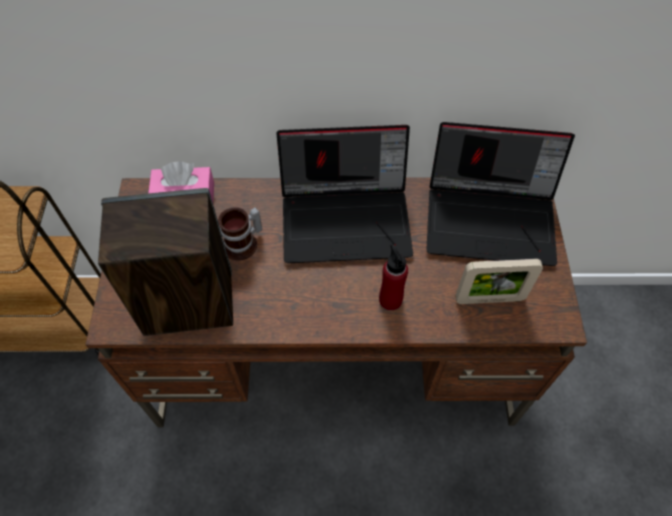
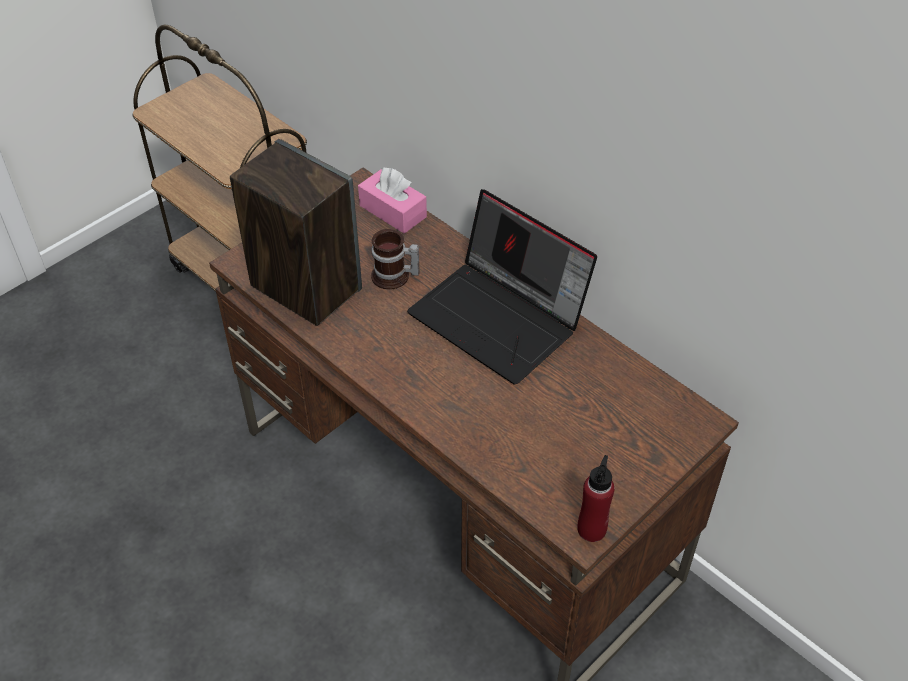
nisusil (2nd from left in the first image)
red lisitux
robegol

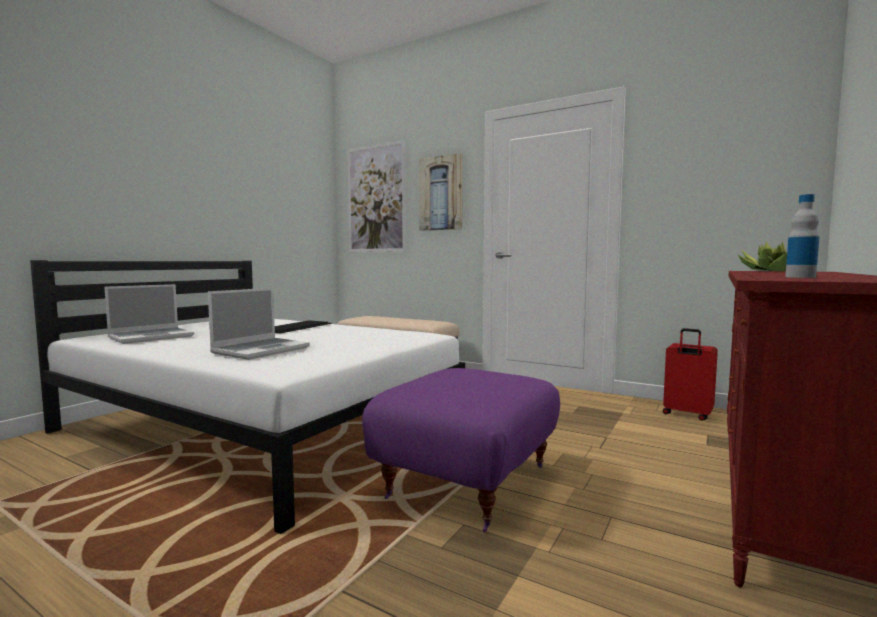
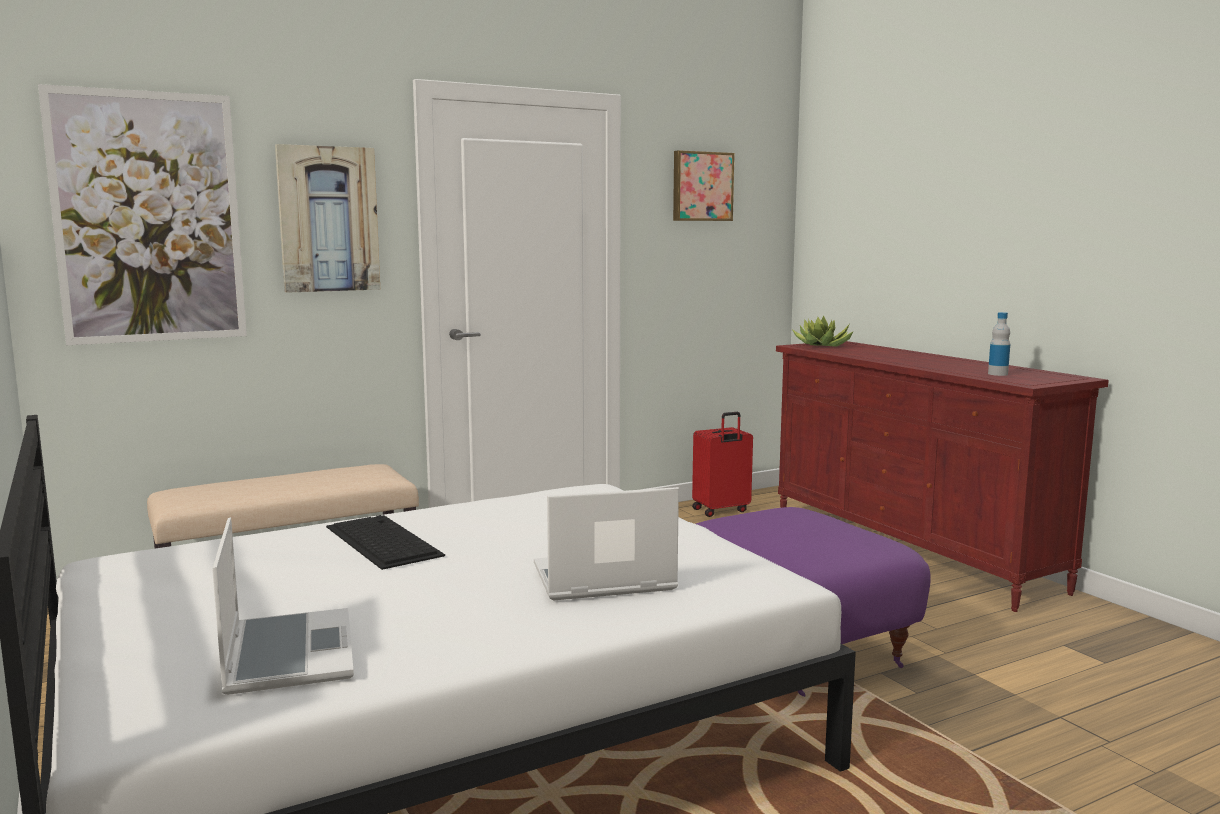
nisusil (2nd from left)
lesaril (3rd from left)

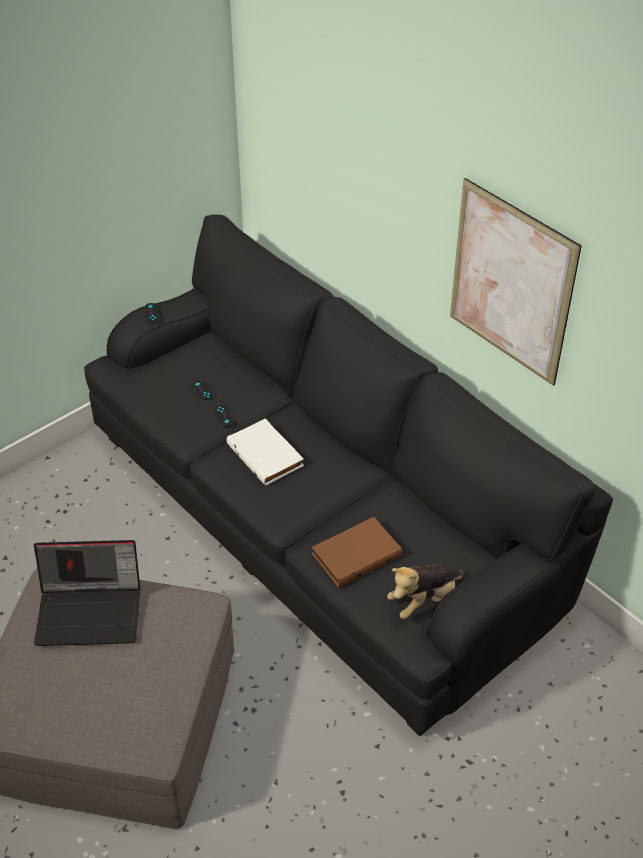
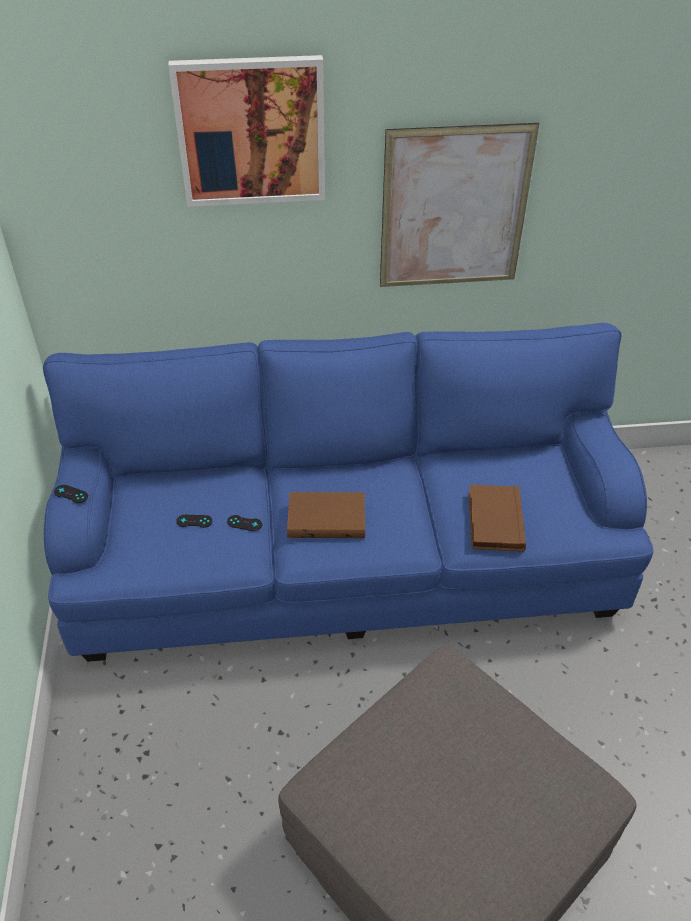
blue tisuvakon
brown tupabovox (1st from left)
nisusil
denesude
lesaril (1st from left)

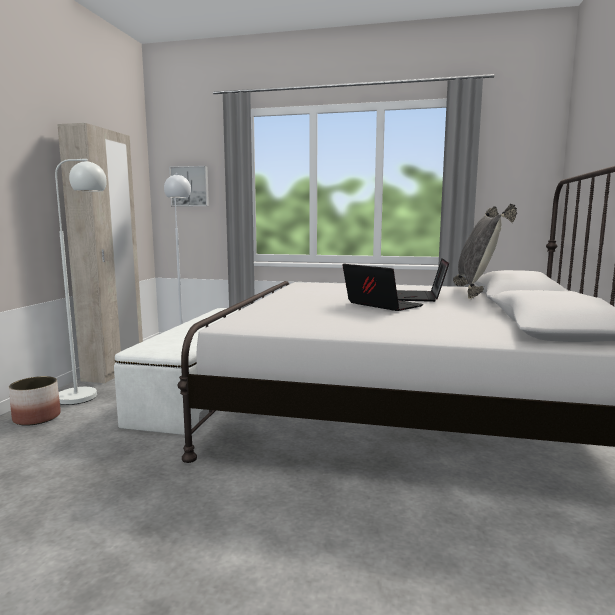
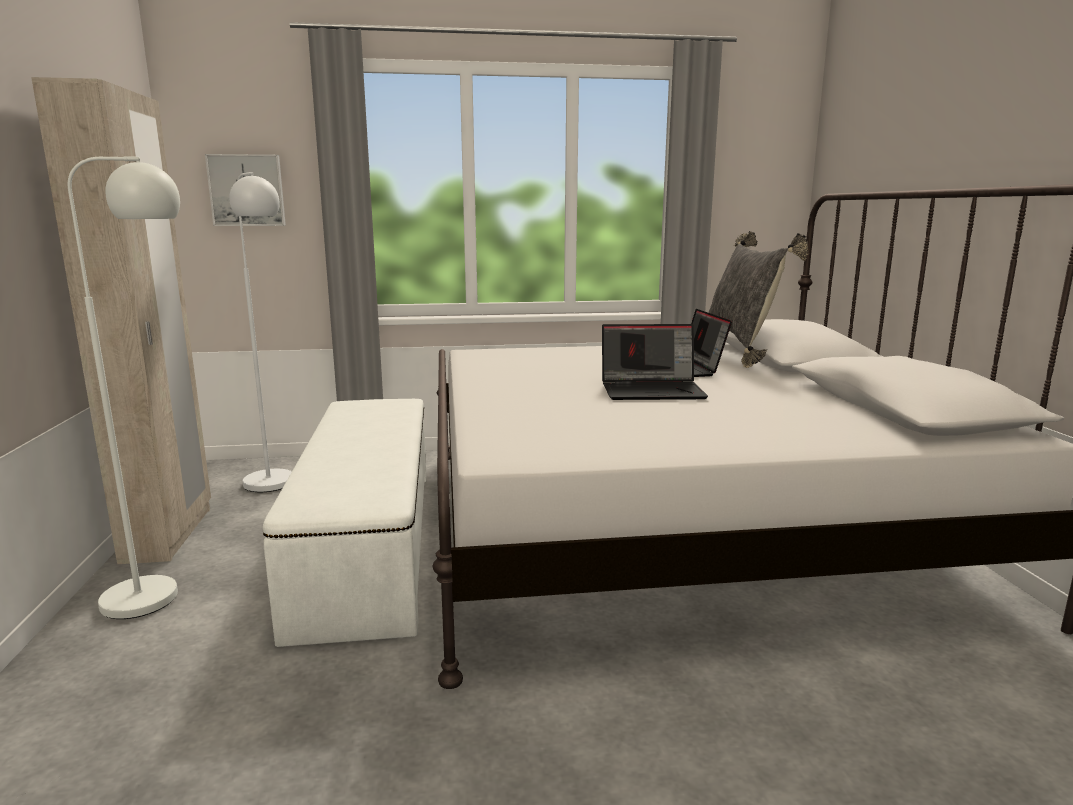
nisusil (1st from left)
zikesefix

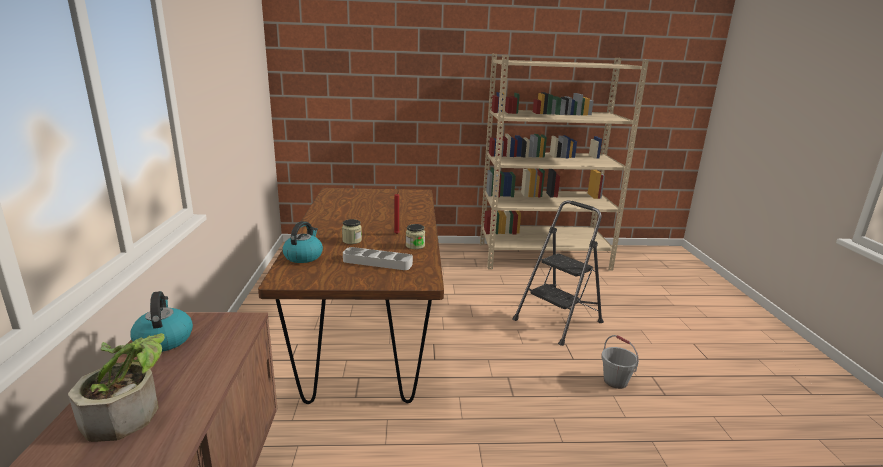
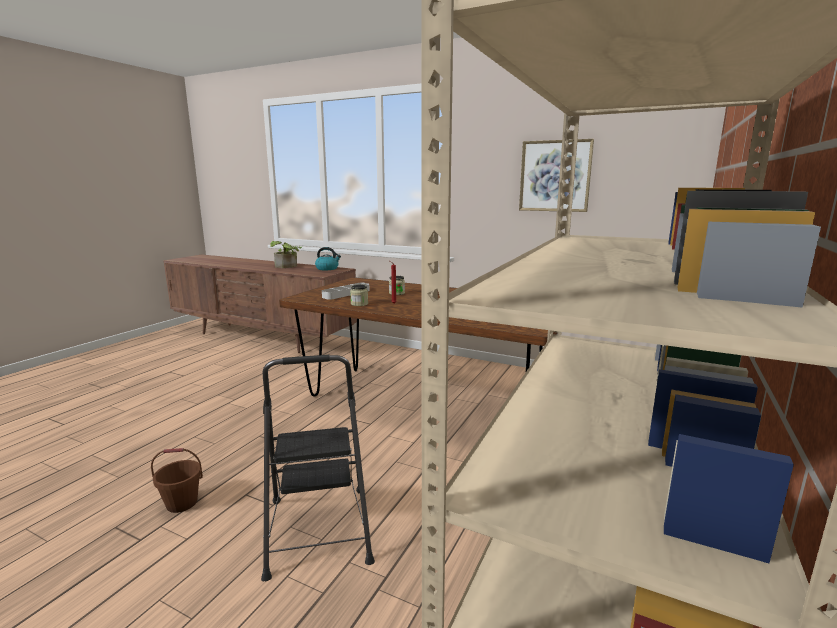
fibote (2nd from left in the first image)
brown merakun
lesaril

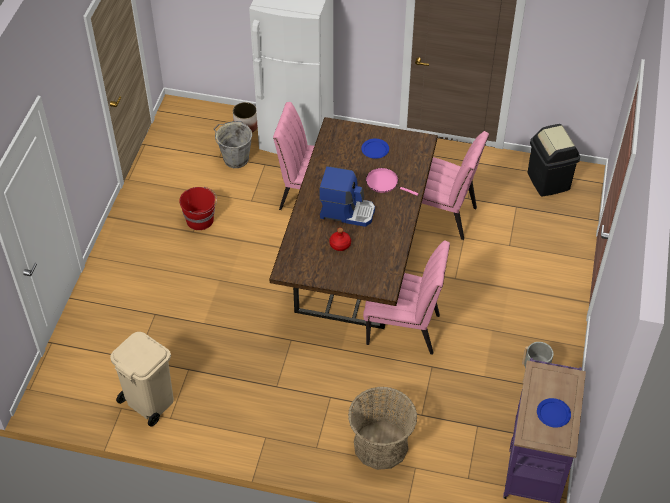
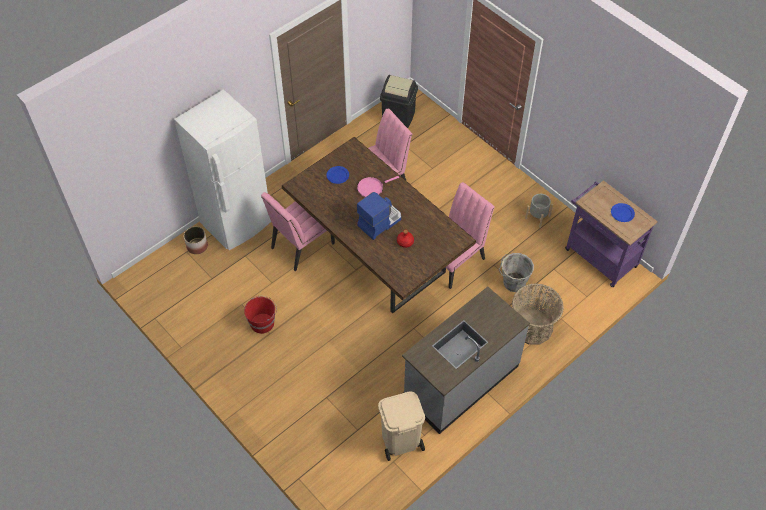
grey merakun
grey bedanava

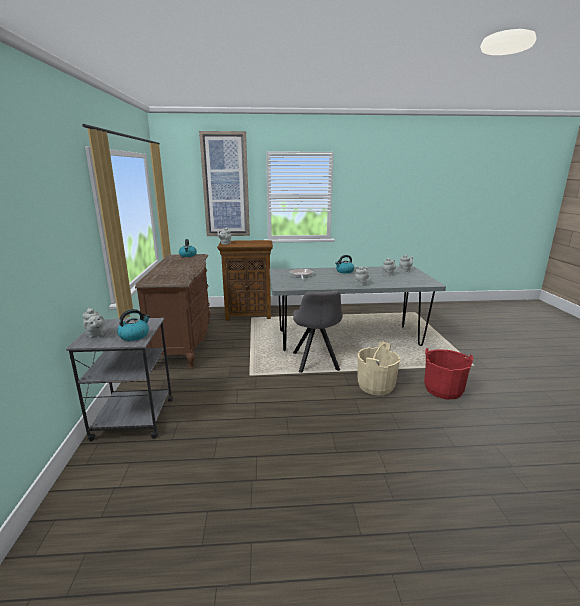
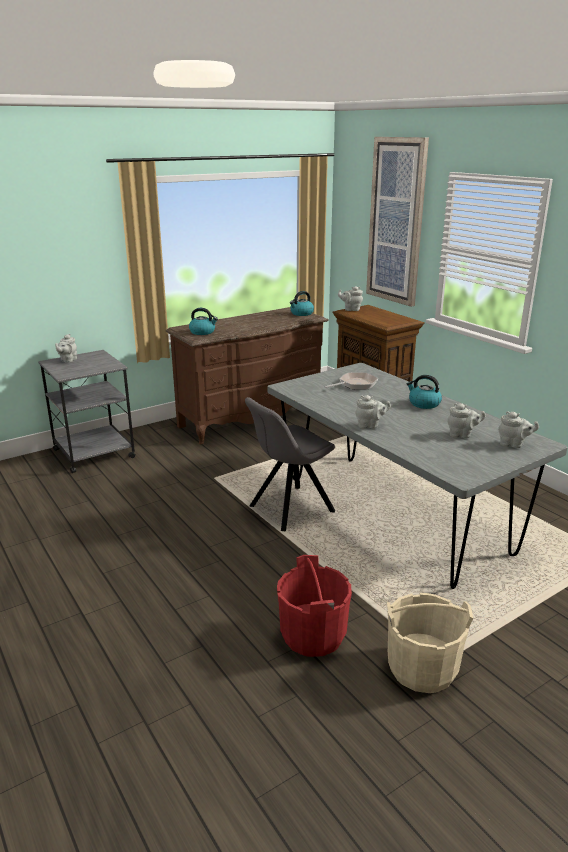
fibote (1st from left)
beige merakun

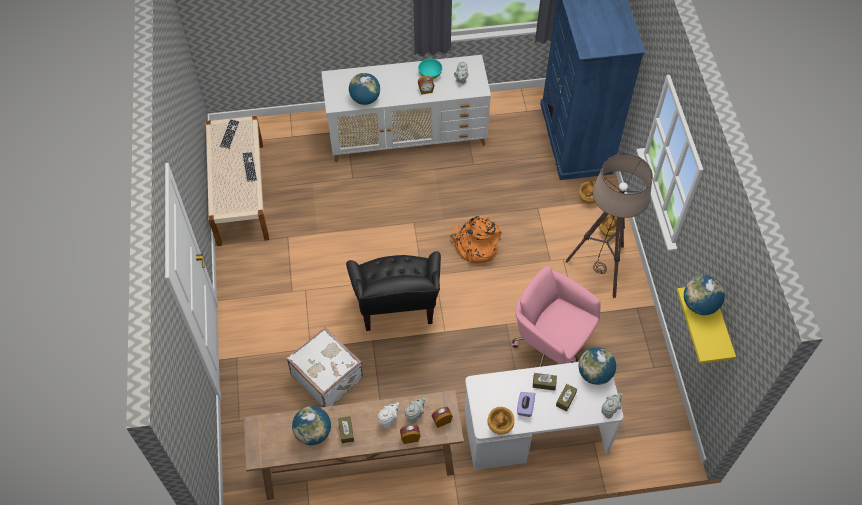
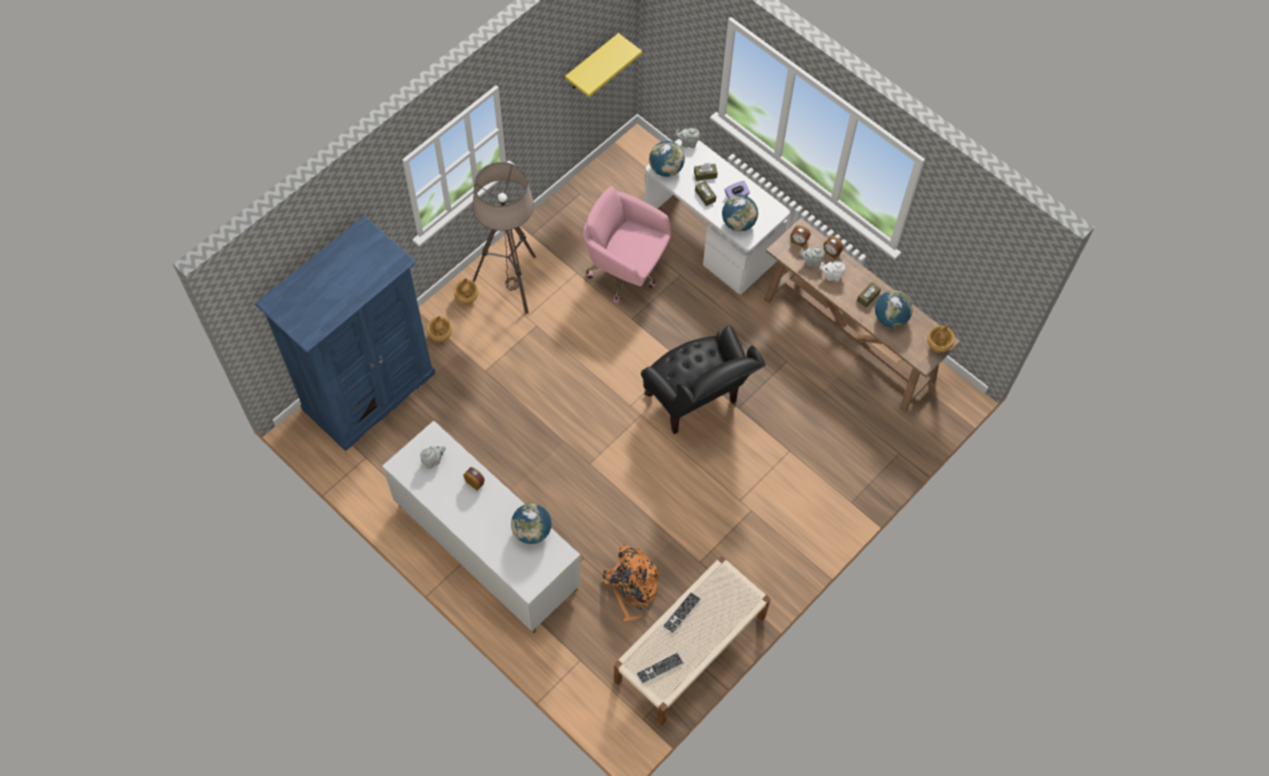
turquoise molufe
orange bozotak
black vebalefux
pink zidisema
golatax (3rd from left)
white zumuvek
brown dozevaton (3rd from left)

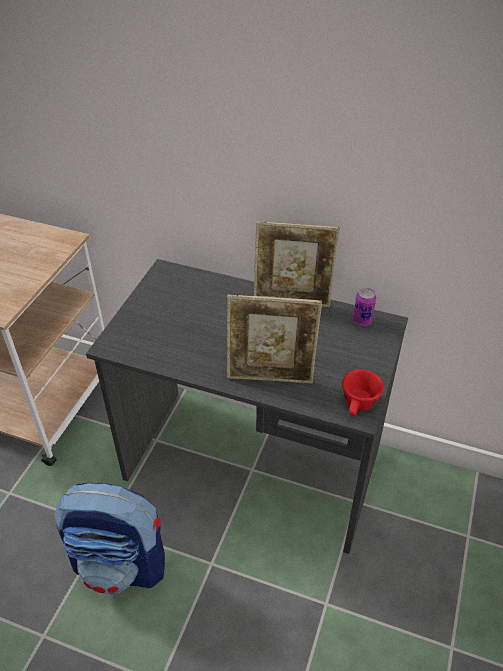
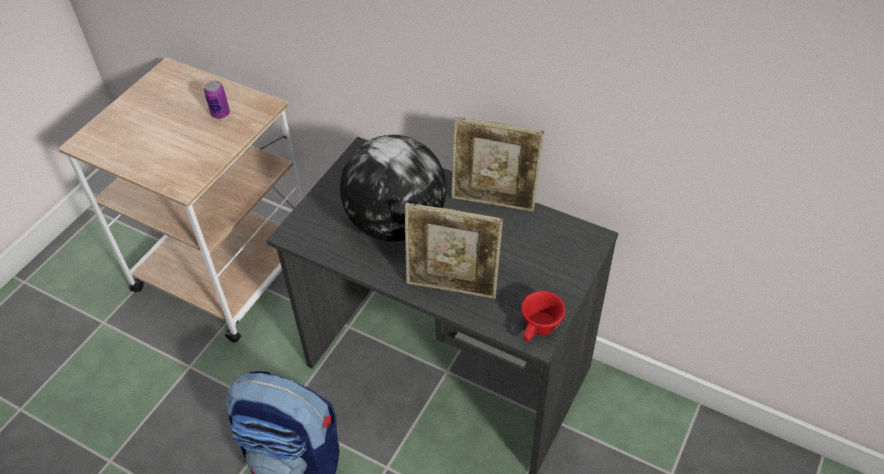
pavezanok
golatax

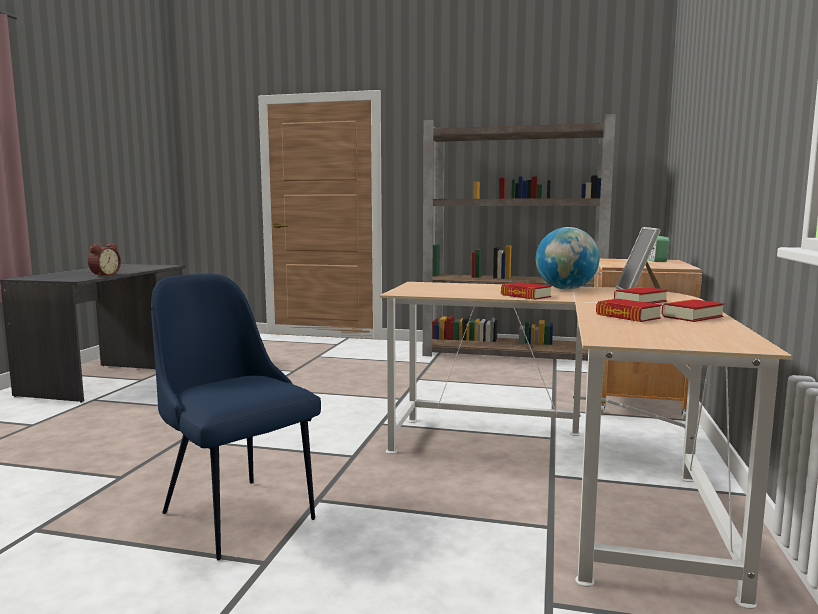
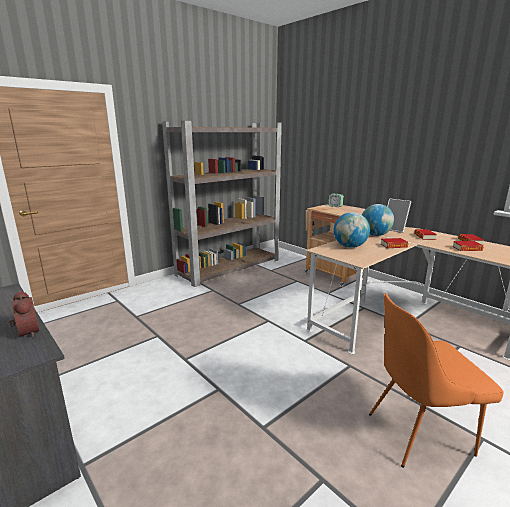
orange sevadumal
golatax (1st from left)

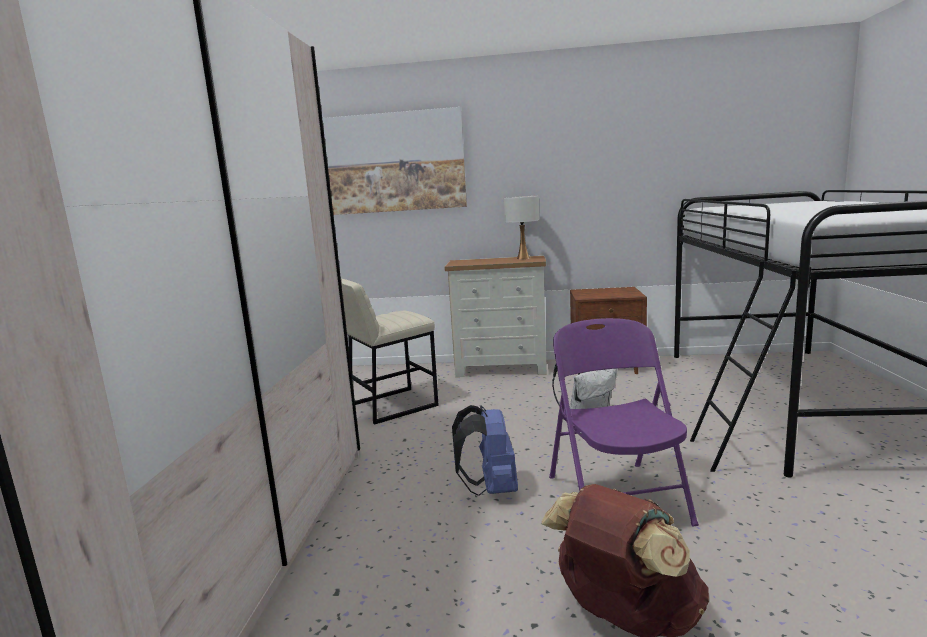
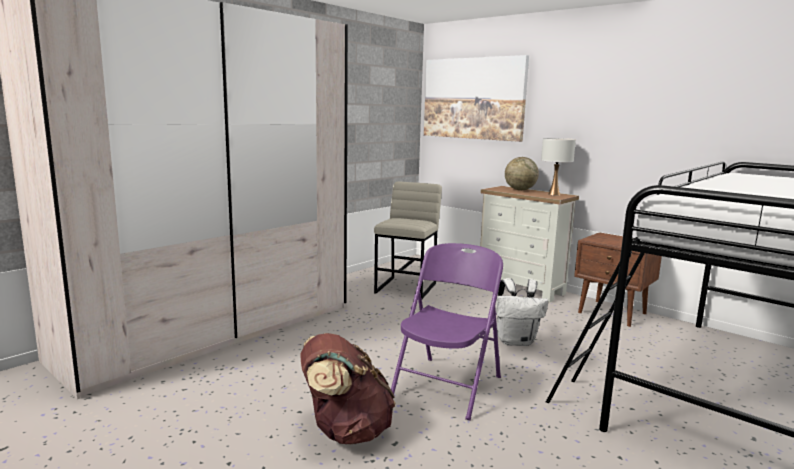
beige sevadumal
blue bozotak
golatax

